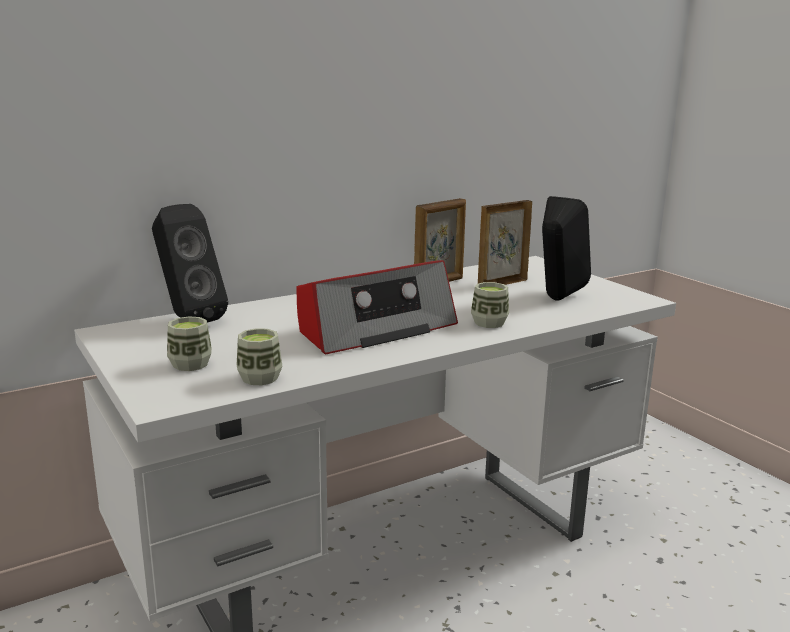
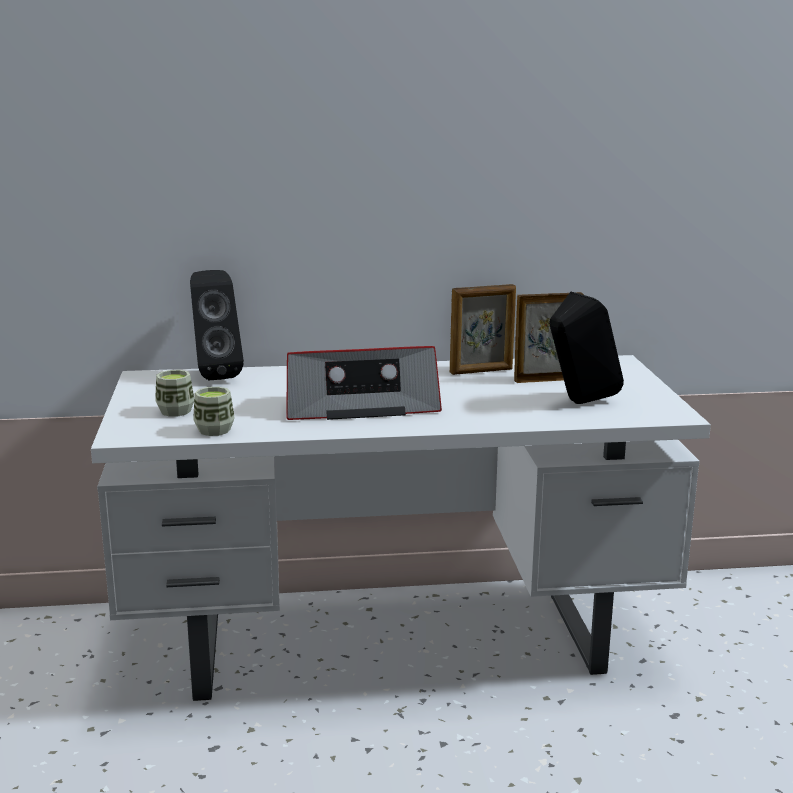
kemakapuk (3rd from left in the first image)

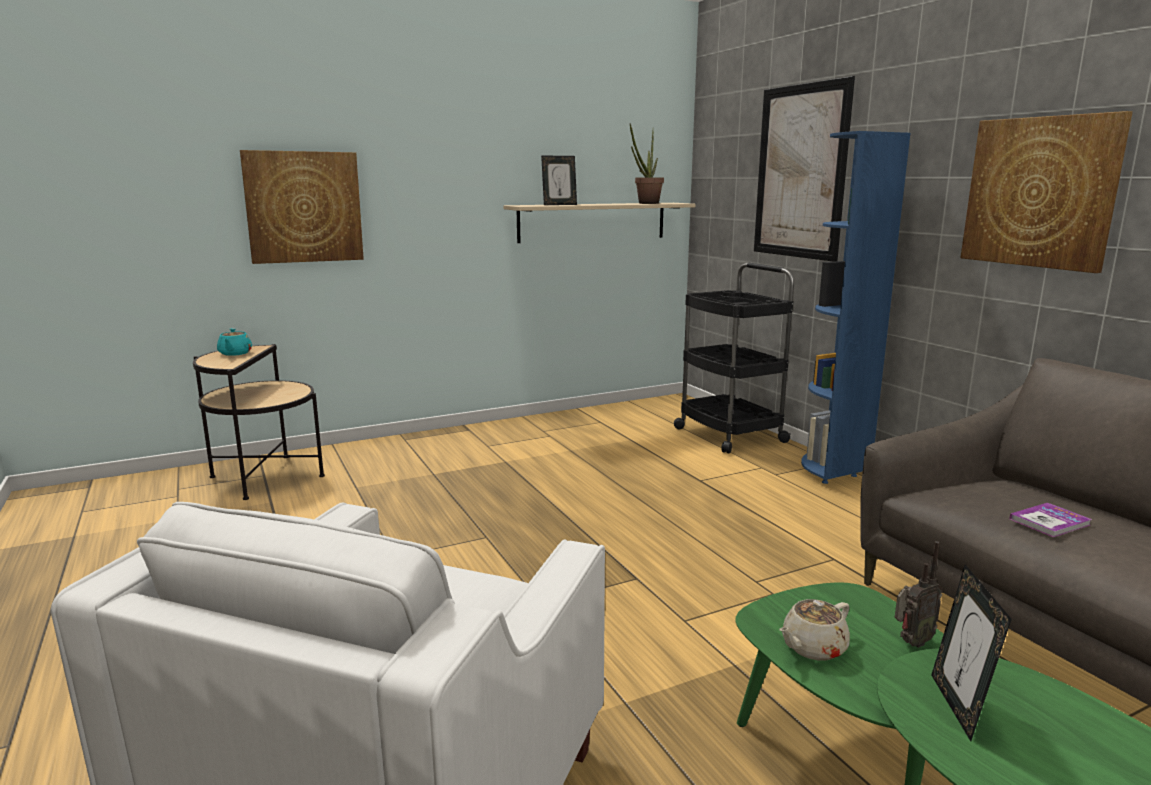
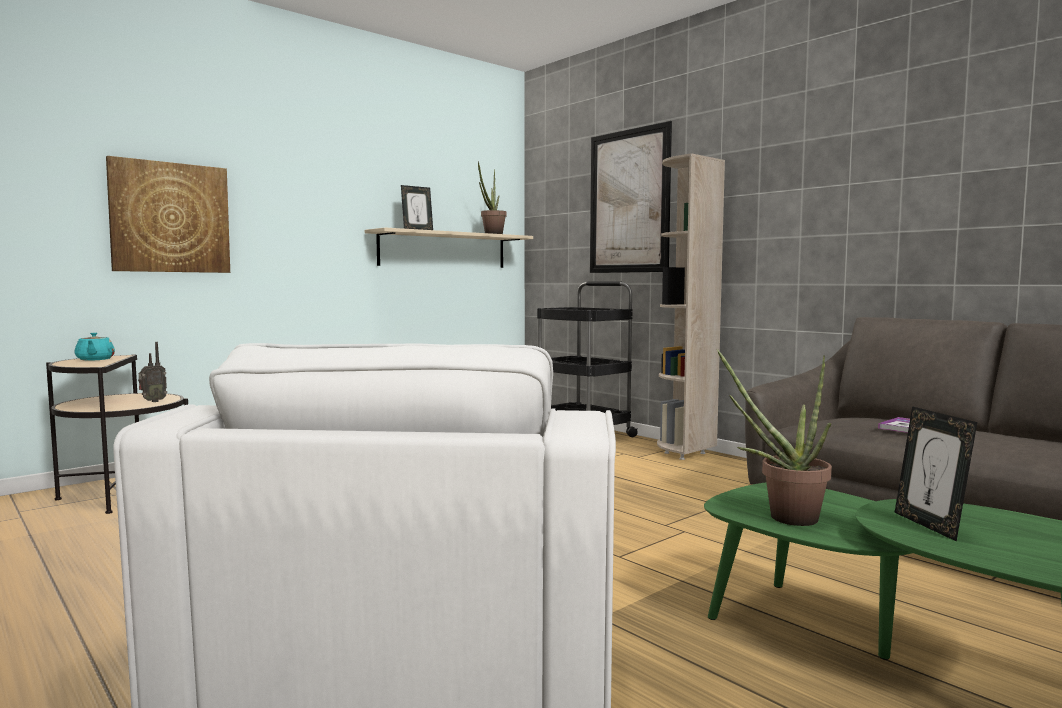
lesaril (3rd from left in the first image)
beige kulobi
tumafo
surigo (2nd from left)

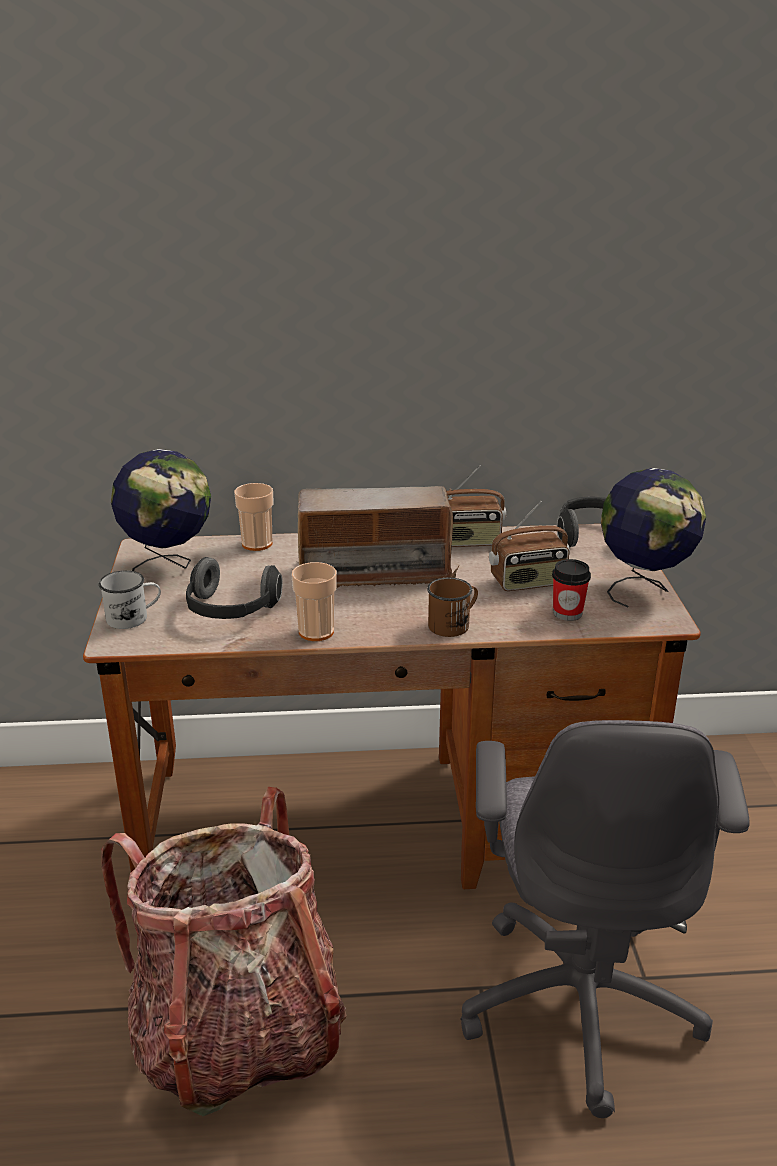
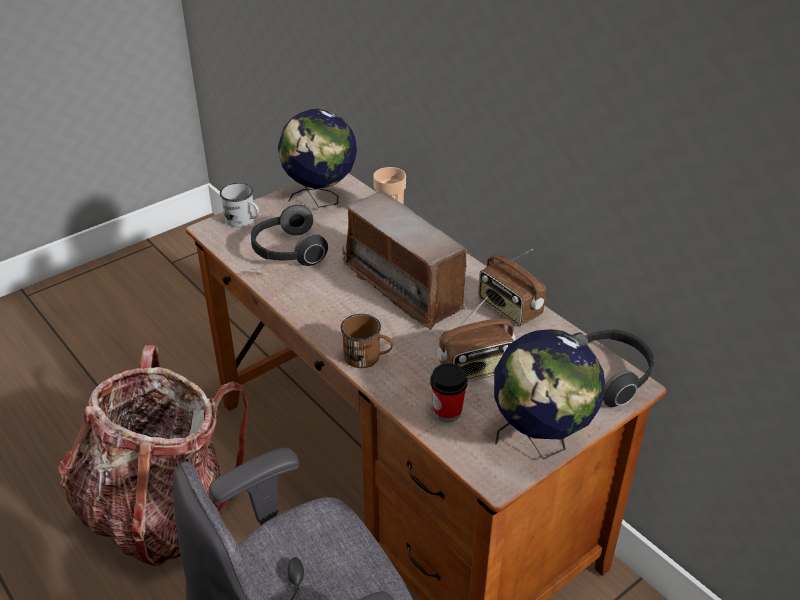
tumafo (2nd from left)
kemakapuk (2nd from left in the first image)

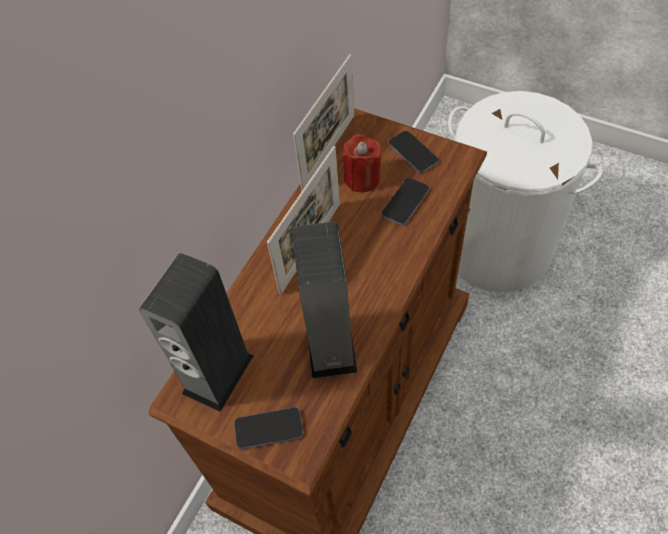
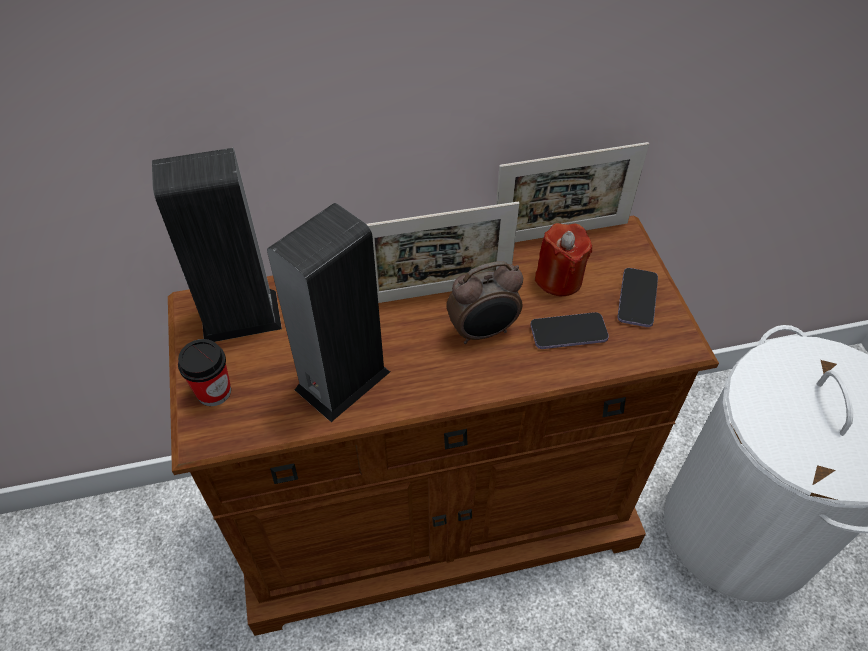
kemakapuk
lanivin

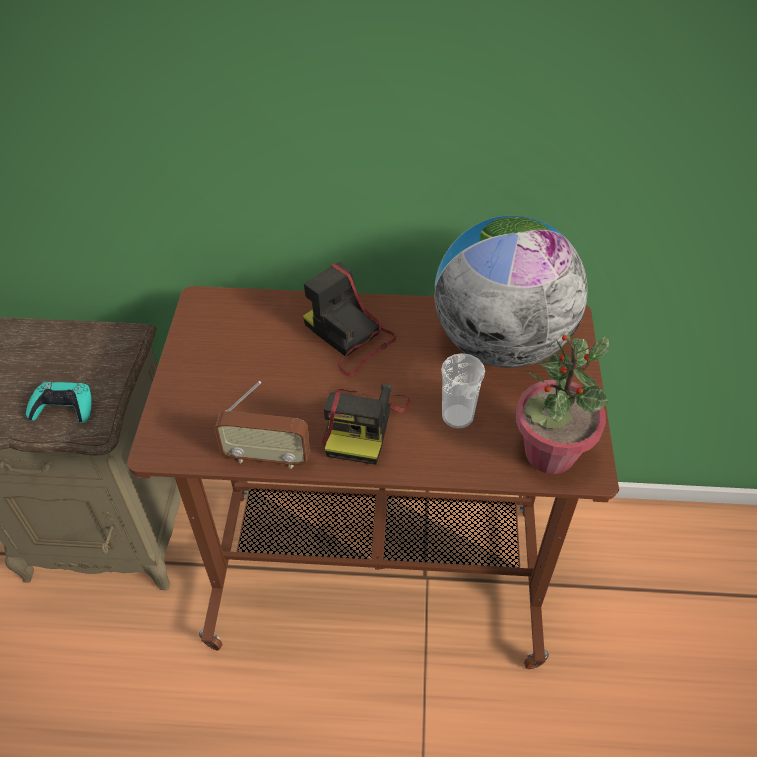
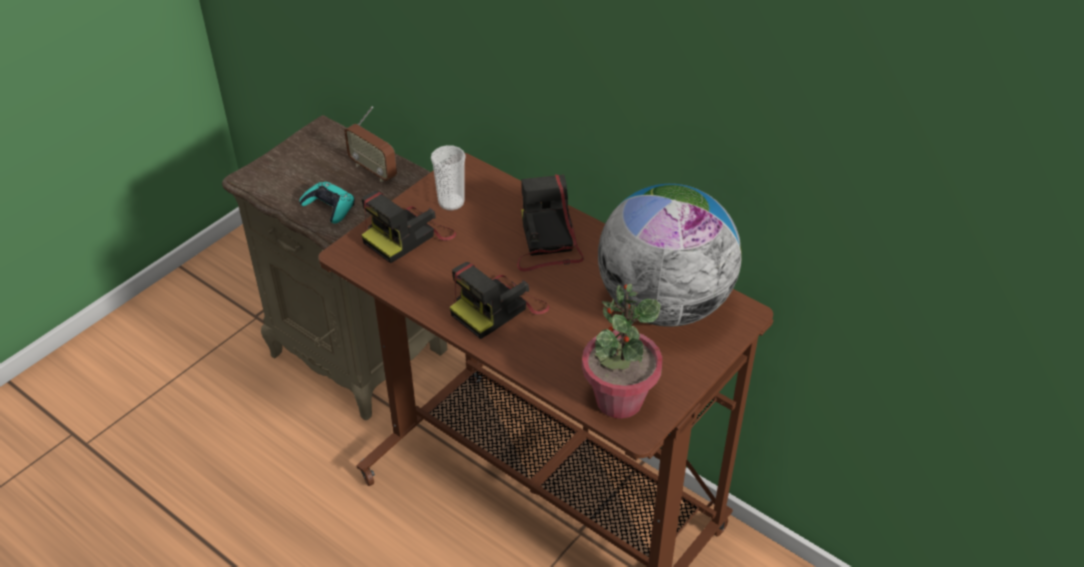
kemakapuk
tumafo
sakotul (1st from left)

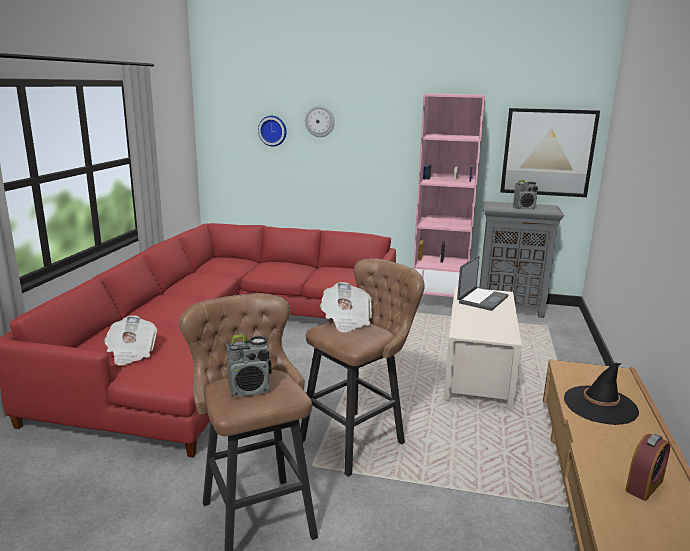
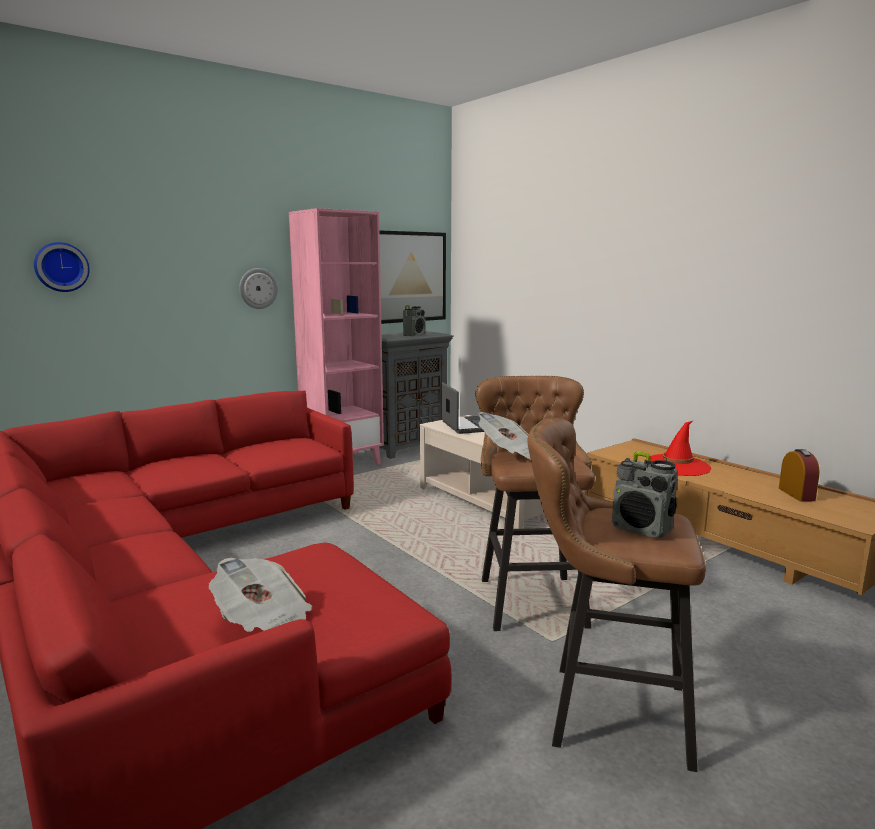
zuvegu (2nd from left)
tumafo (2nd from left)
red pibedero

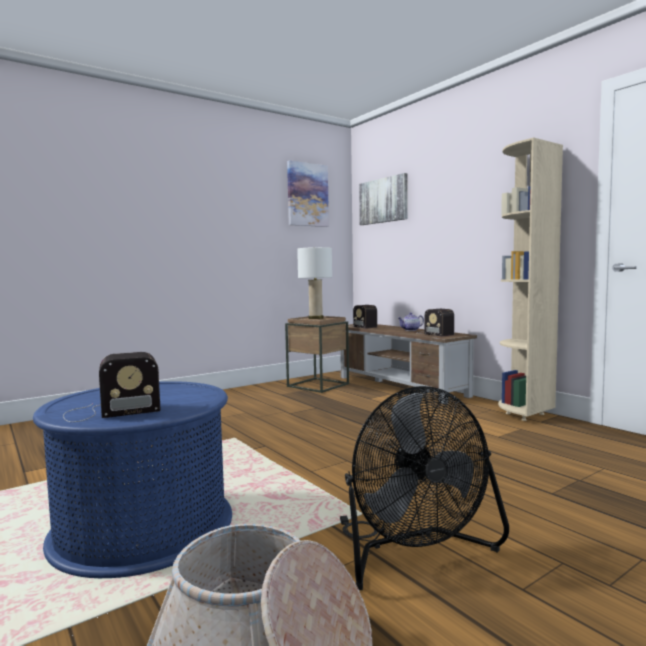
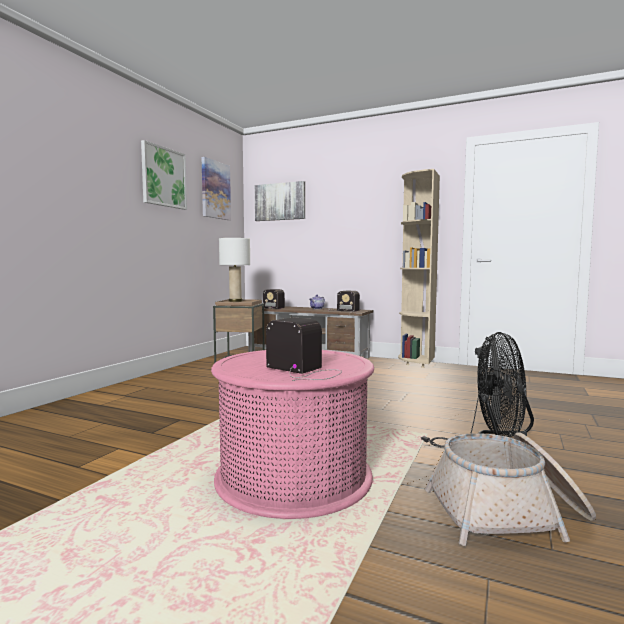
tumafo (2nd from left)
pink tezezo
lesaril (1st from left)

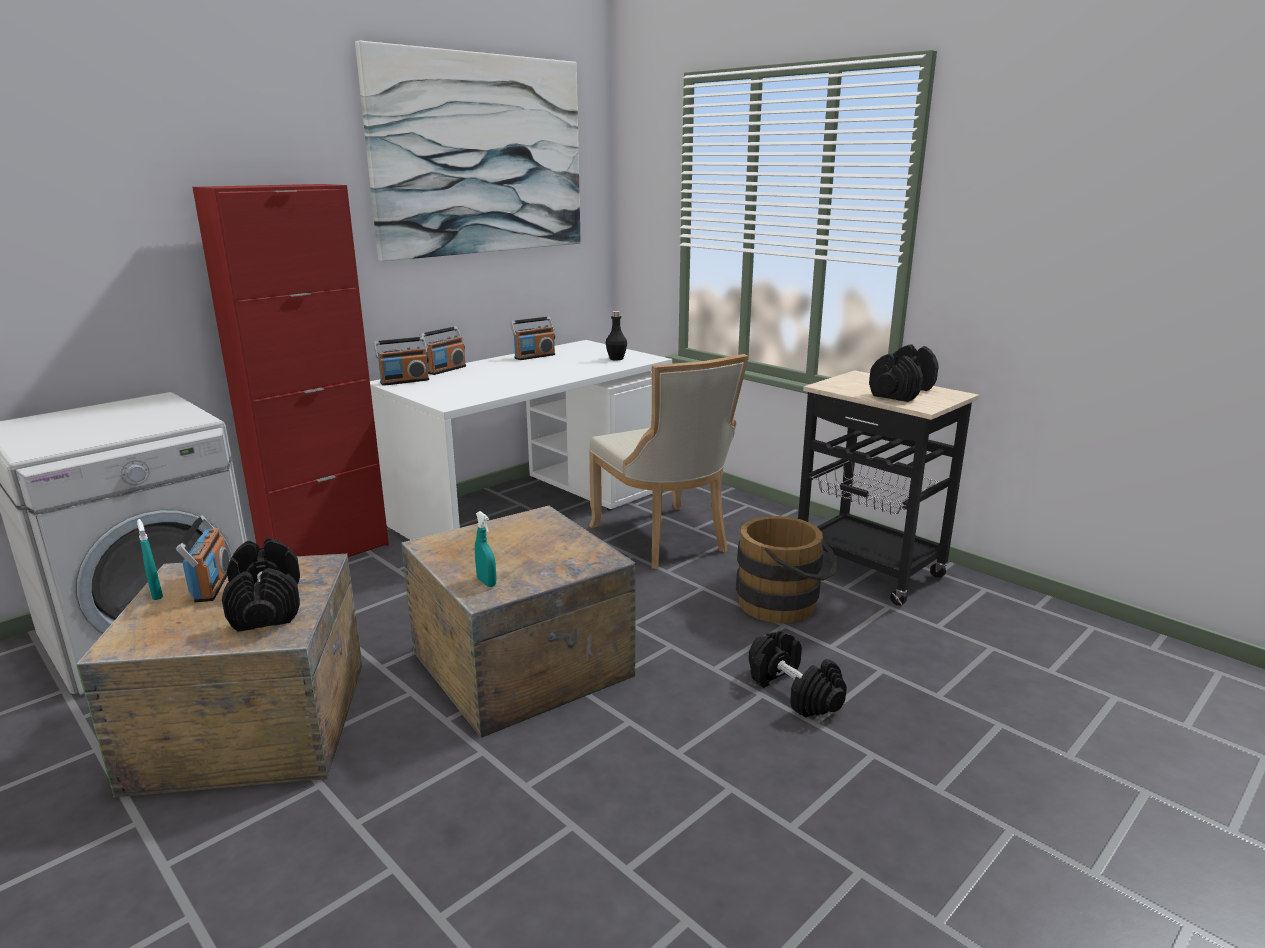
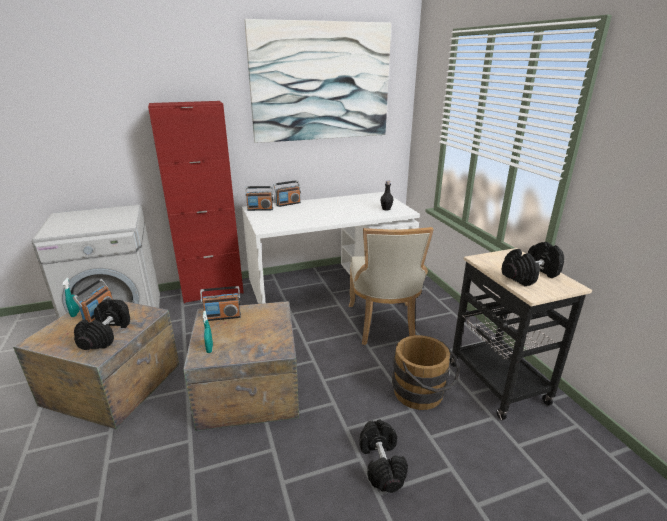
tumafo (2nd from left)

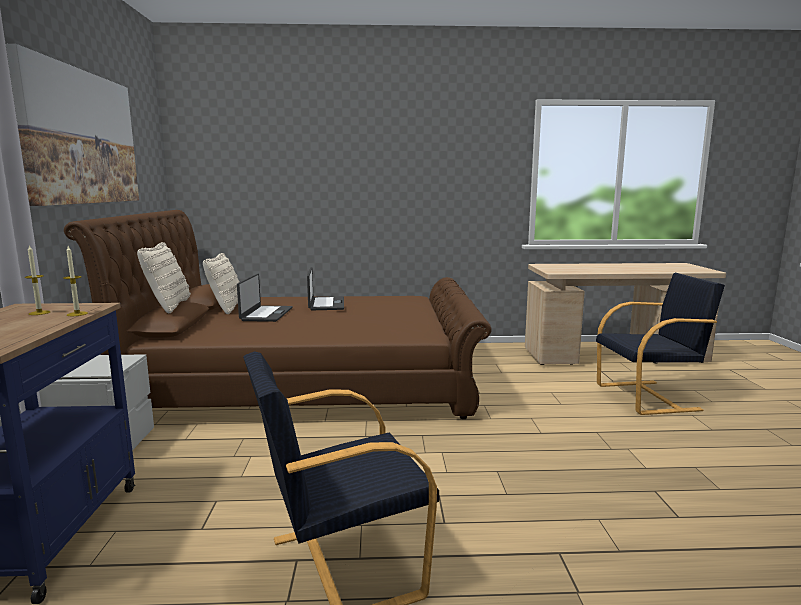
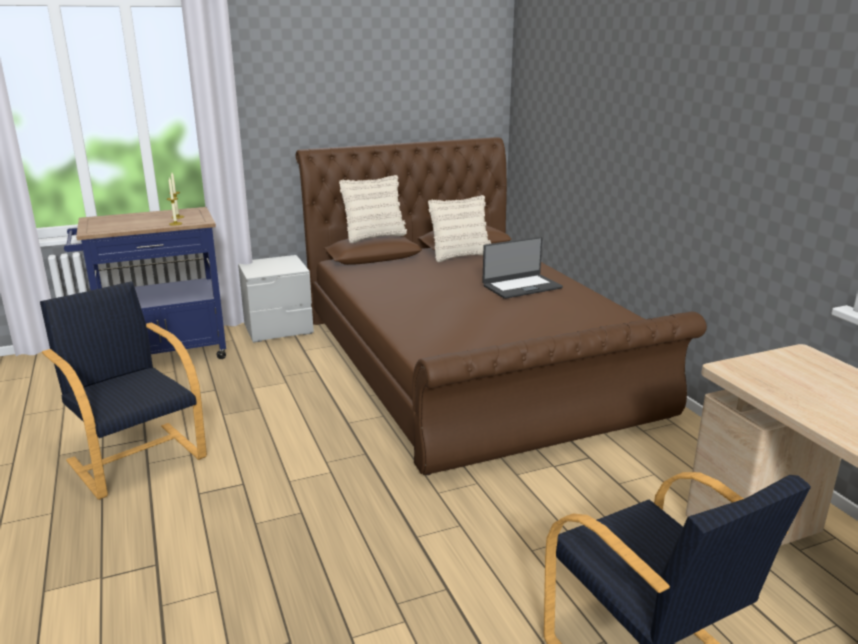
lesaril
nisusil (1st from left in the first image)

